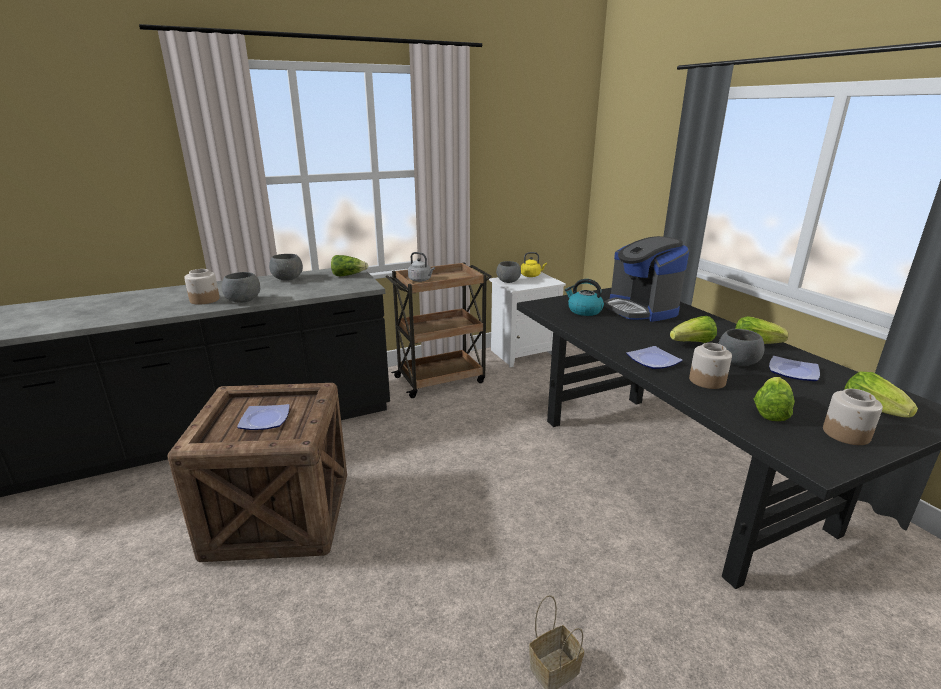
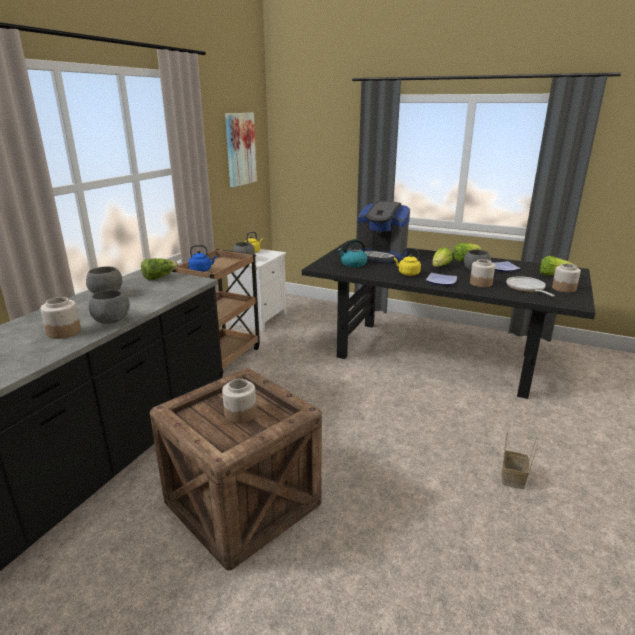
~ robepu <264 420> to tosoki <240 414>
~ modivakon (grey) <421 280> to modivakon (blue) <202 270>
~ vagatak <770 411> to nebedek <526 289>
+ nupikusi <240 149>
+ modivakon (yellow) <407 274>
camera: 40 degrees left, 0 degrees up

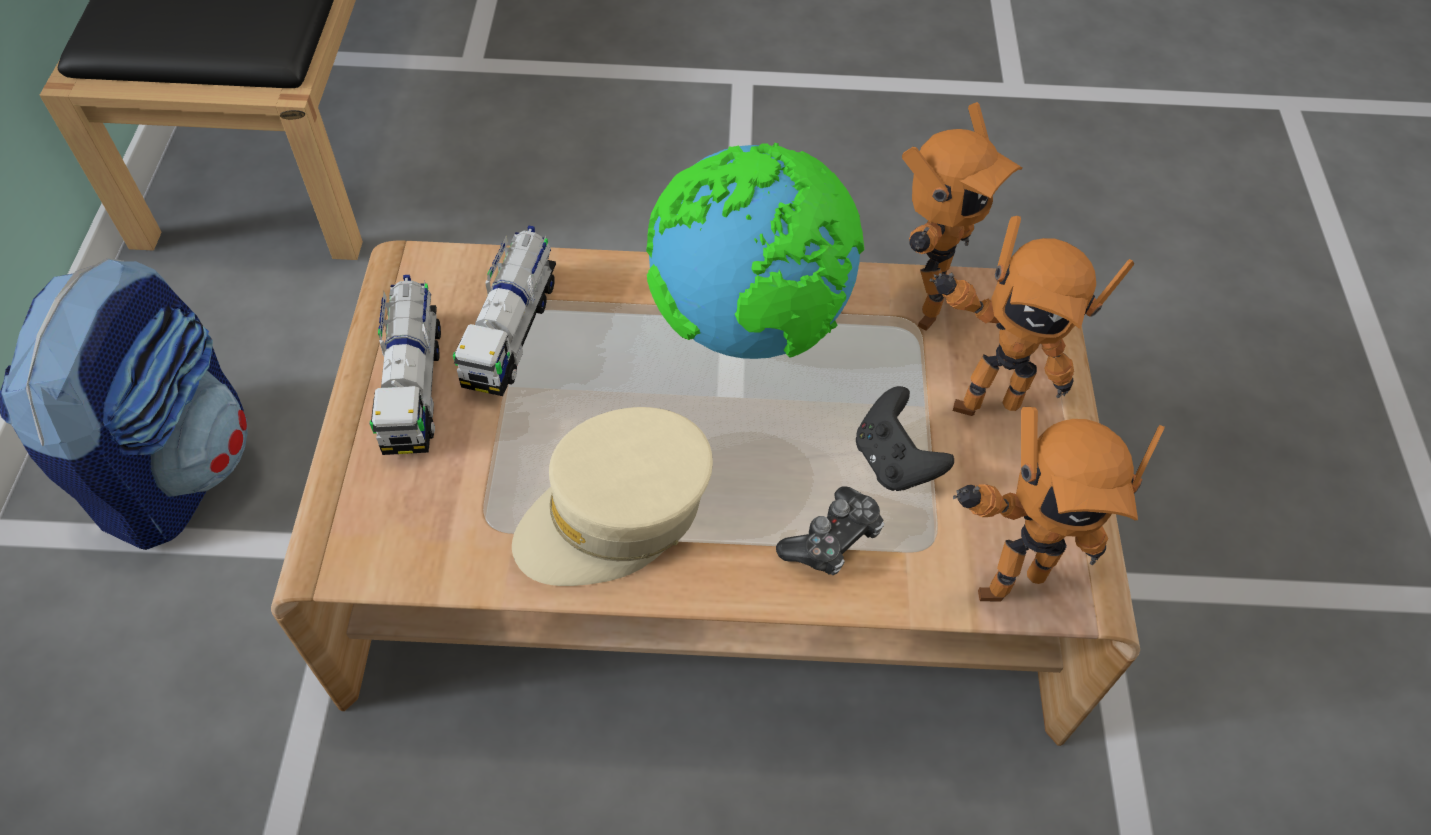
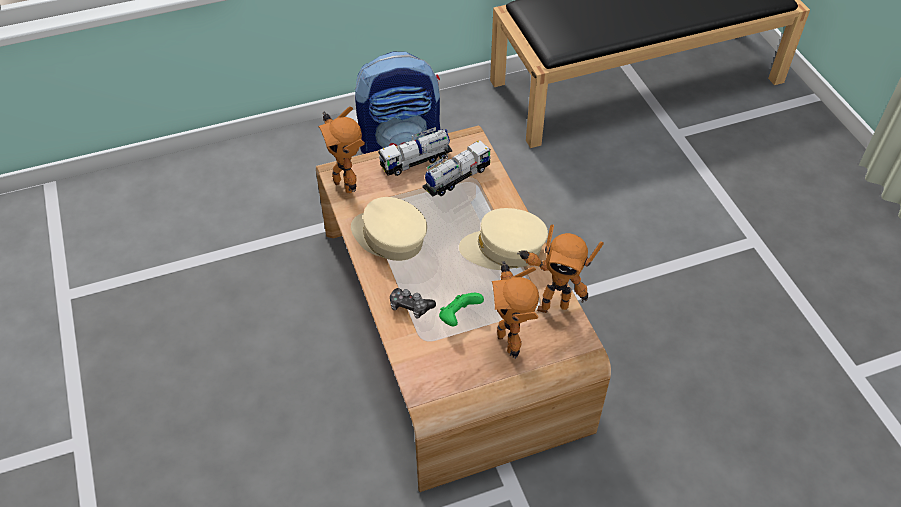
~ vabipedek <512 331> = <456 178> 150 degrees clockwise
~ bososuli <751 325> to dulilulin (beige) <503 249>
~ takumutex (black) <894 461> to takumutex (green) <458 317>
~ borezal <1005 576> to <346 184>
camera: 70 degrees right, 5 degrees down

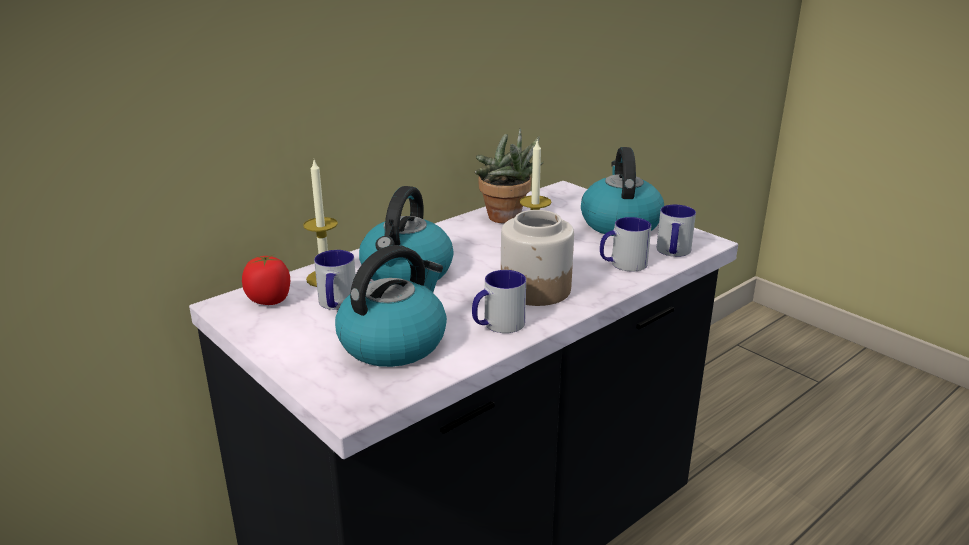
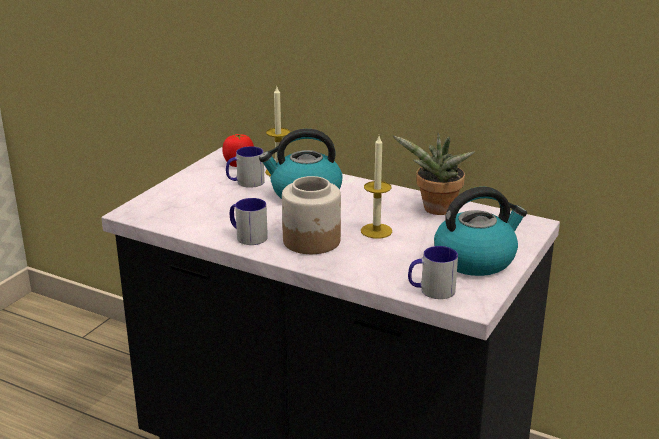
- modivakon <394 342>
- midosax <622 264>
camera: 70 degrees right, 0 degrees up

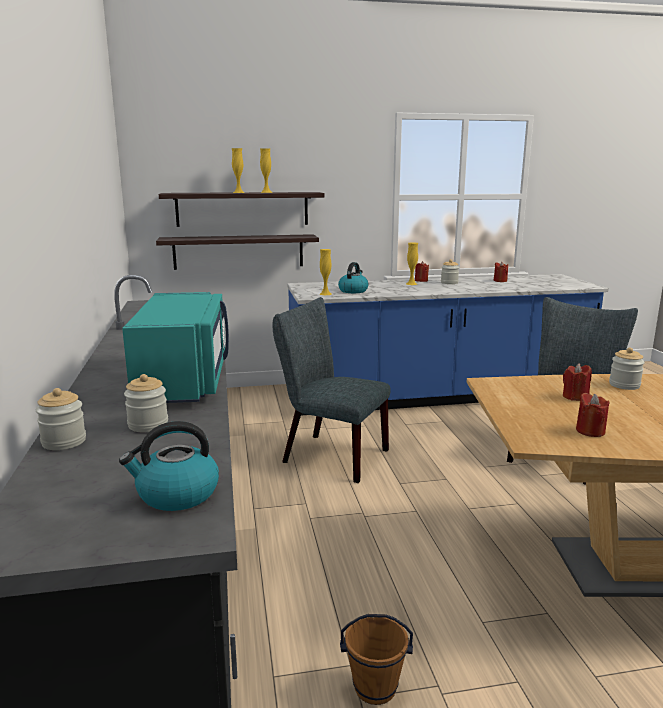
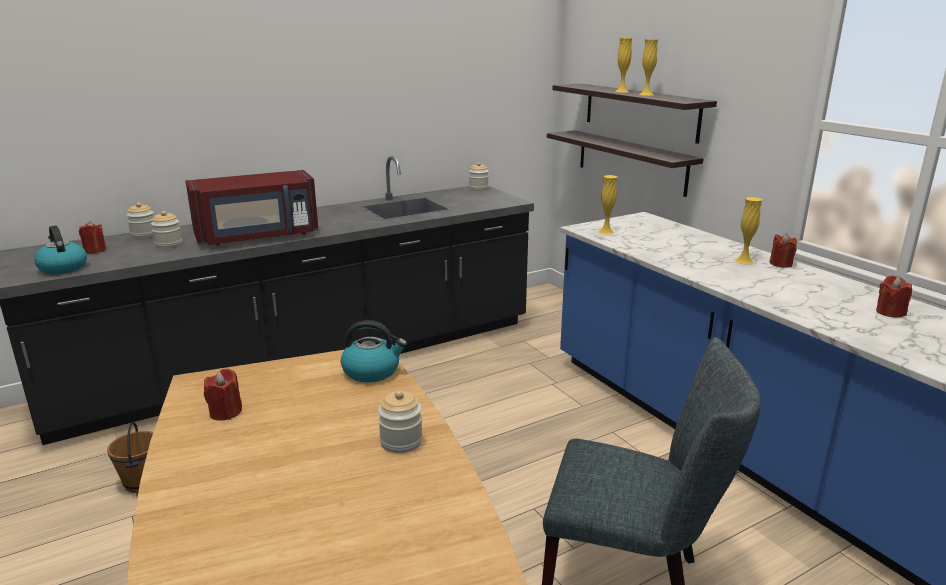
~ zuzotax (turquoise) <184 380> to zuzotax (red) <258 237>
- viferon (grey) <328 455>
~ modivakon <353 291> to <372 371>
~ tosoki <449 283> to <478 188>
~ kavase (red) <575 397> to <95 250>
camera: 70 degrees right, 5 degrees up

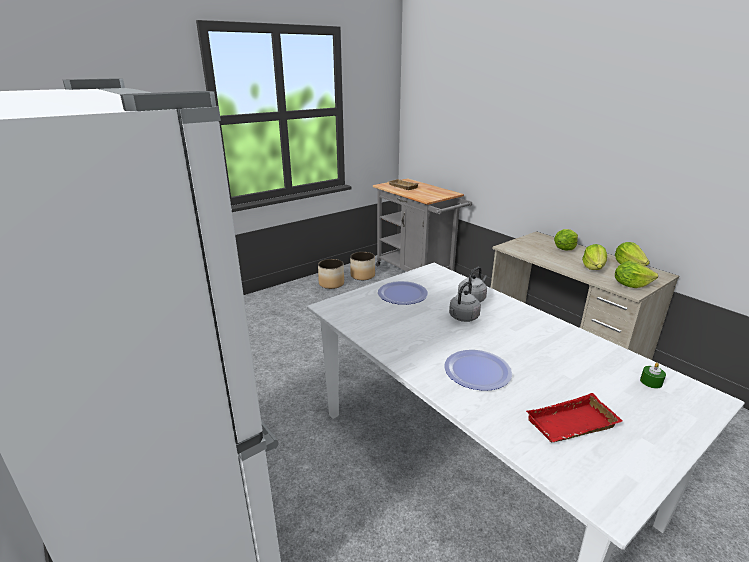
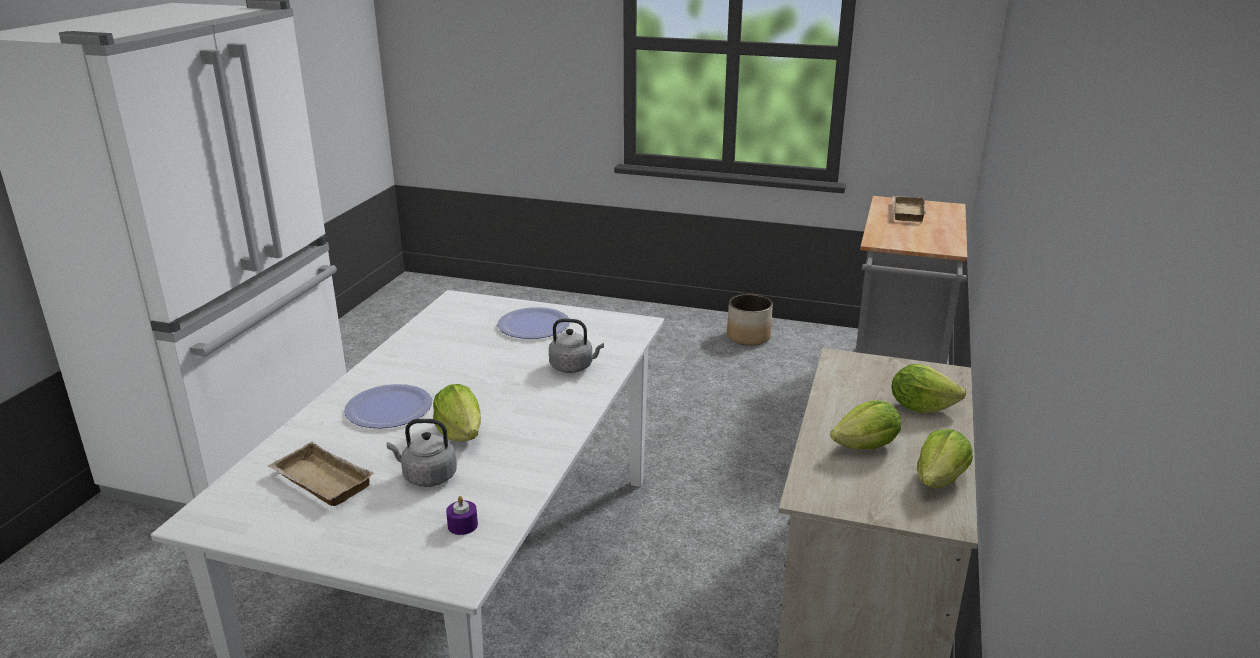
- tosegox <363 276>
~ modivakon (grey) <462 318> to <427 477>
~ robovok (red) <572 426> to robovok (beige) <319 482>
~ vagatak <630 285> to <460 433>
~ kavase (green) <651 382> to kavase (purple) <462 525>
camera: 55 degrees right, 0 degrees up

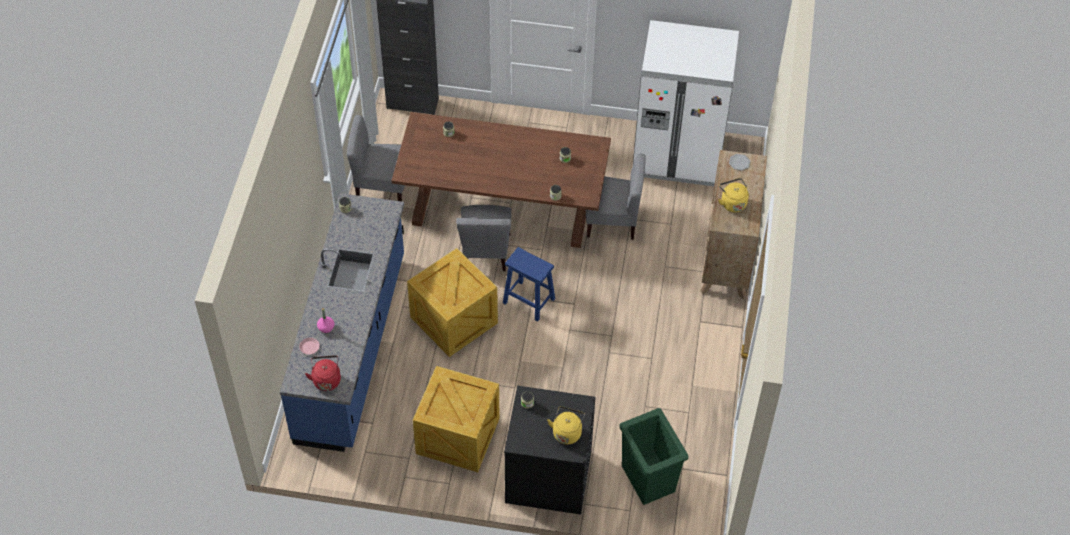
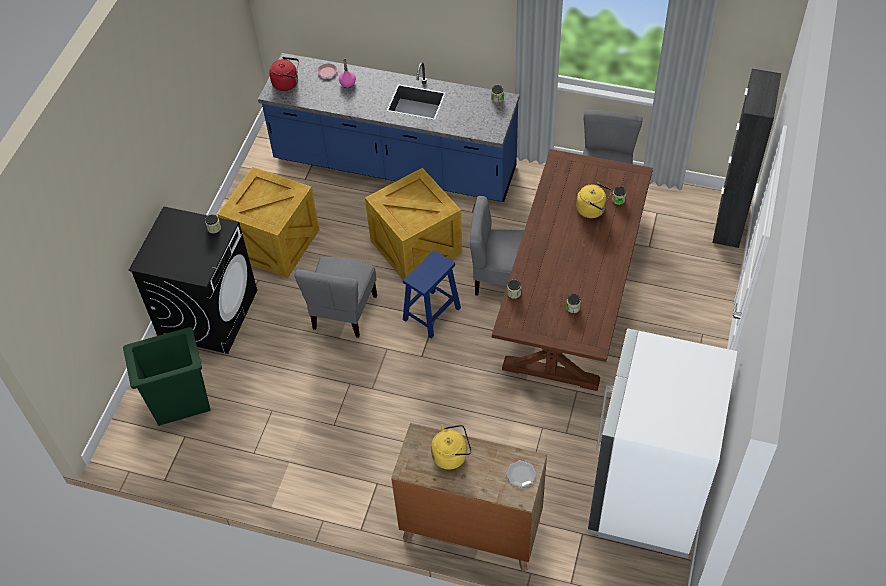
~ modivakon (yellow) <567 432> to <592 210>
~ viferon (grey) <612 221> to <343 312>
camera: 100 degrees right, 0 degrees up

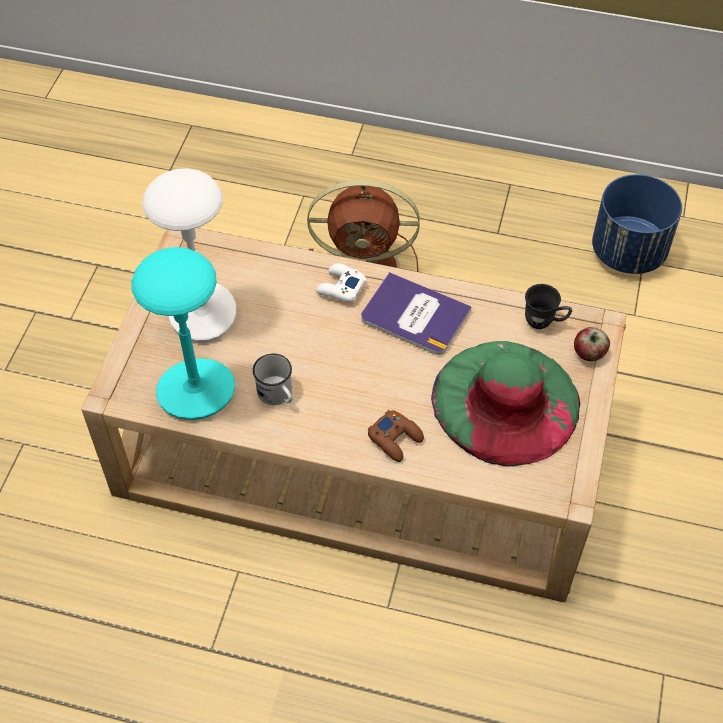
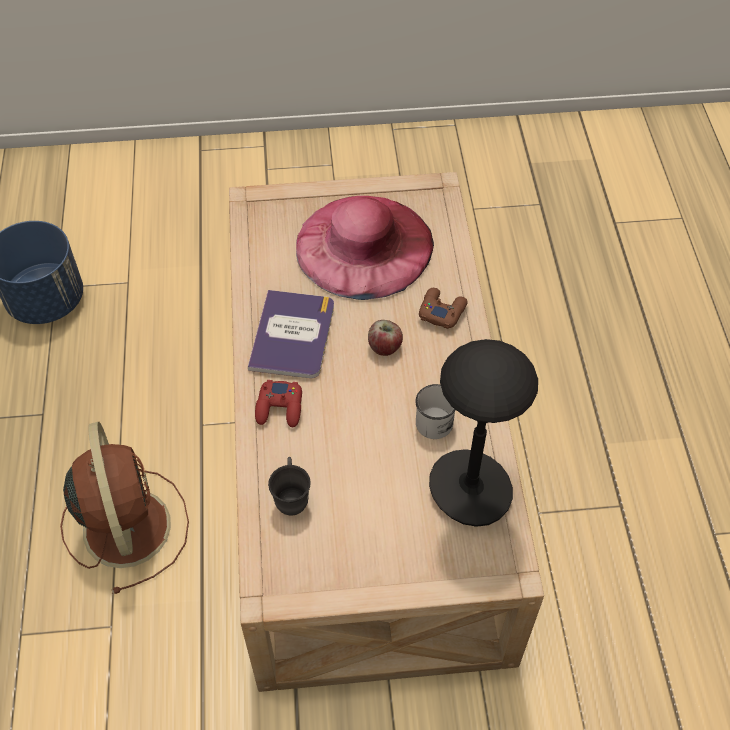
~ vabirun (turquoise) <196 392> to vabirun (black) <470 490>
- vabirun (white) <202 314>
~ takumutex (white) <340 287> to takumutex (red) <280 407>
~ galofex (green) <505 401> to galofex (pink) <364 245>
~ midosax (grey) <544 322> to <291 497>
~ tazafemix <588 354> to <385 347>
camera: 110 degrees left, 0 degrees up

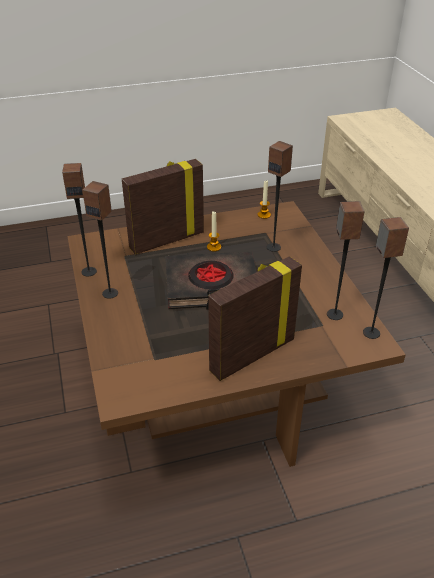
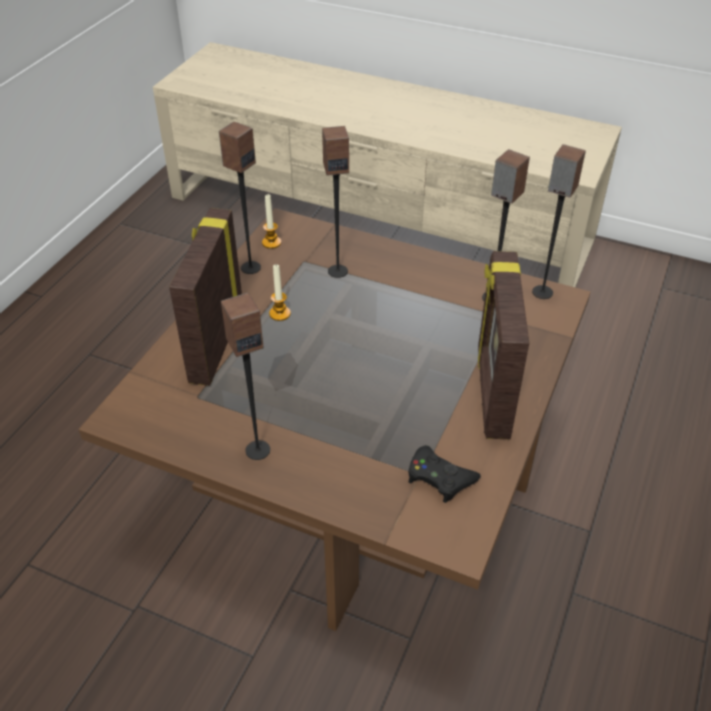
~ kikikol <89 271> to <250 267>
- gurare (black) <211 286>
+ takumutex (black) <439 478>
camera: 50 degrees left, 5 degrees up

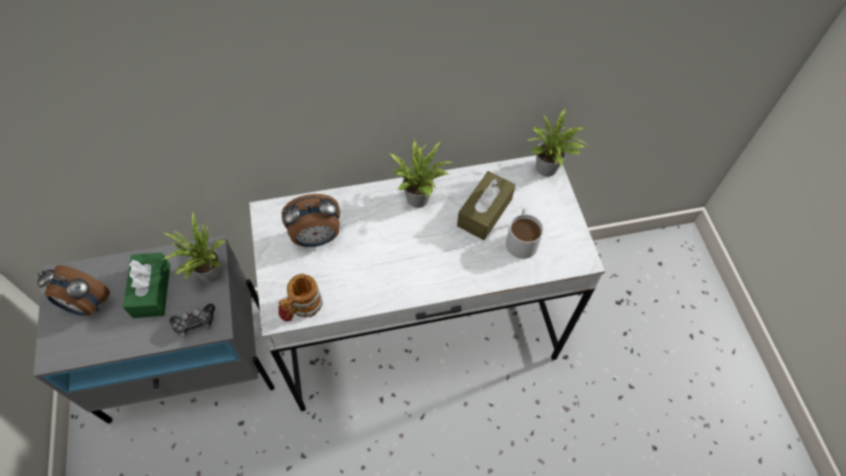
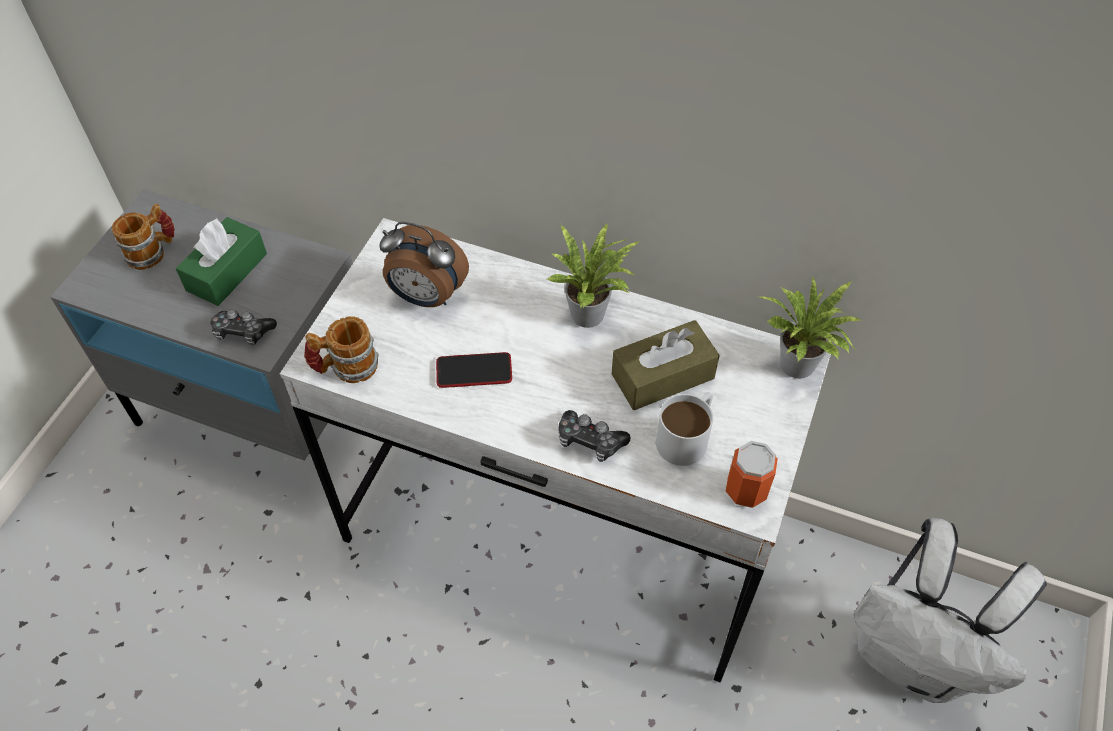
~ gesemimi <86 305> to midosax <153 252>
- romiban <207 273>
+ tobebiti <474 371>
+ takumutex <590 441>
+ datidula <746 490>
+ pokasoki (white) <912 658>
camera: 35 degrees right, 5 degrees down

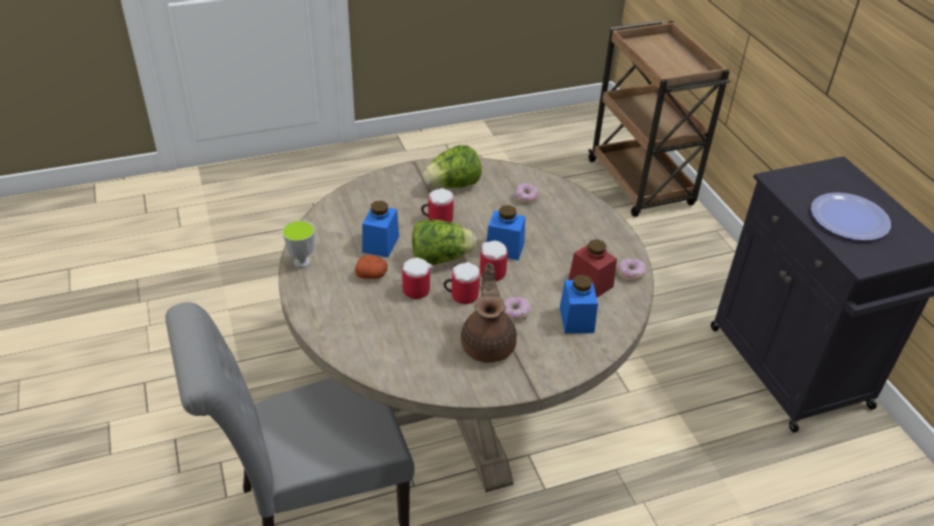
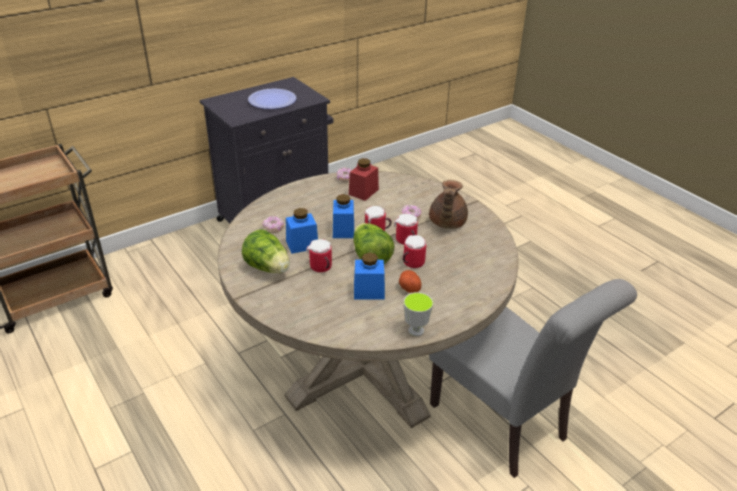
~ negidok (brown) <488 344> = <446 223> 60 degrees counterclockwise
~ tosoki (blue) <576 319> to <302 244>
camera: 105 degrees left, 5 degrees down

